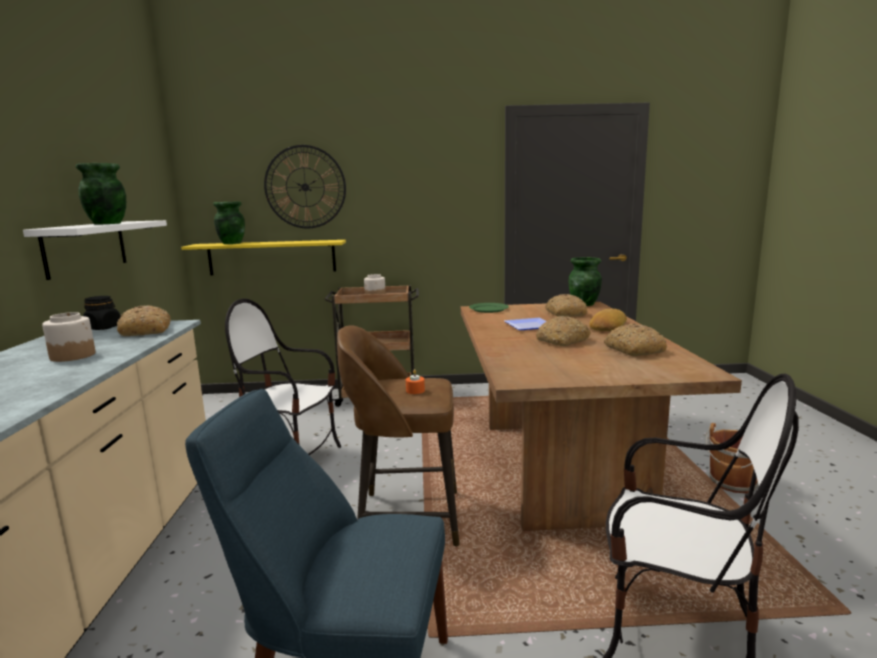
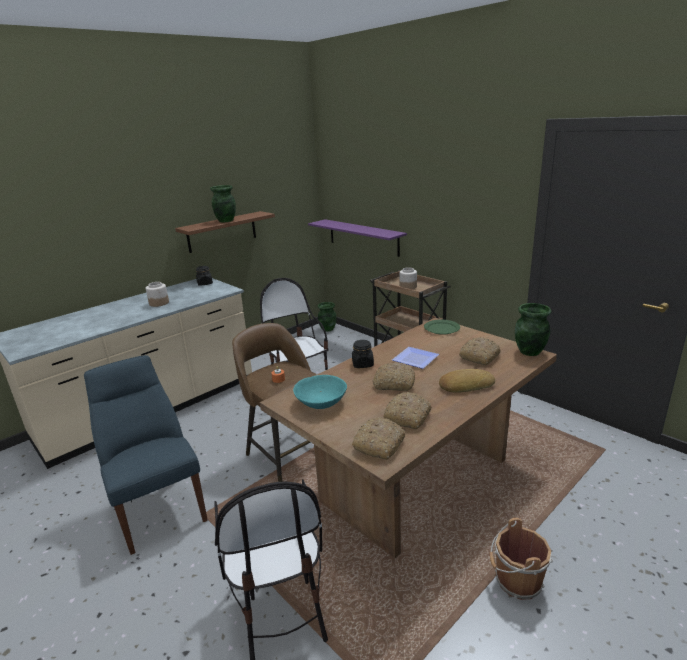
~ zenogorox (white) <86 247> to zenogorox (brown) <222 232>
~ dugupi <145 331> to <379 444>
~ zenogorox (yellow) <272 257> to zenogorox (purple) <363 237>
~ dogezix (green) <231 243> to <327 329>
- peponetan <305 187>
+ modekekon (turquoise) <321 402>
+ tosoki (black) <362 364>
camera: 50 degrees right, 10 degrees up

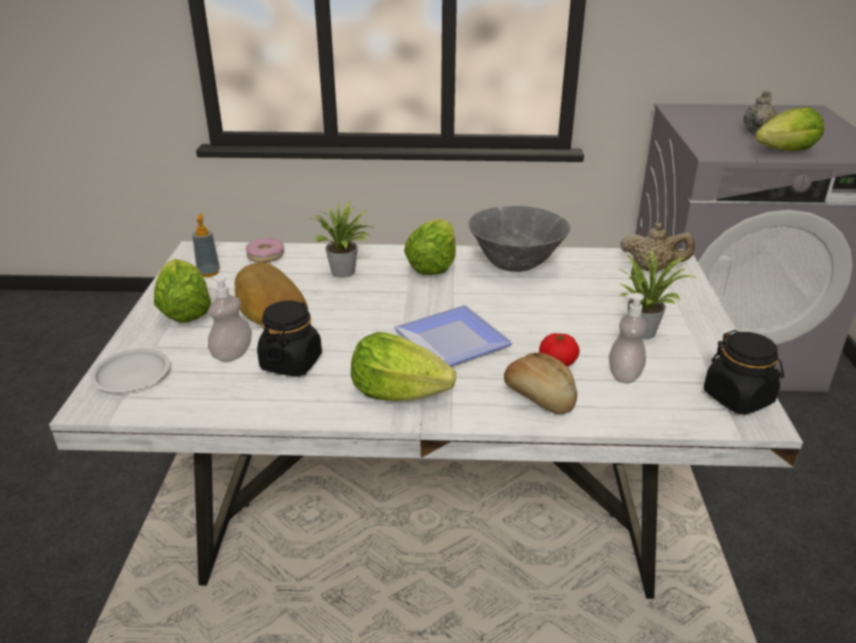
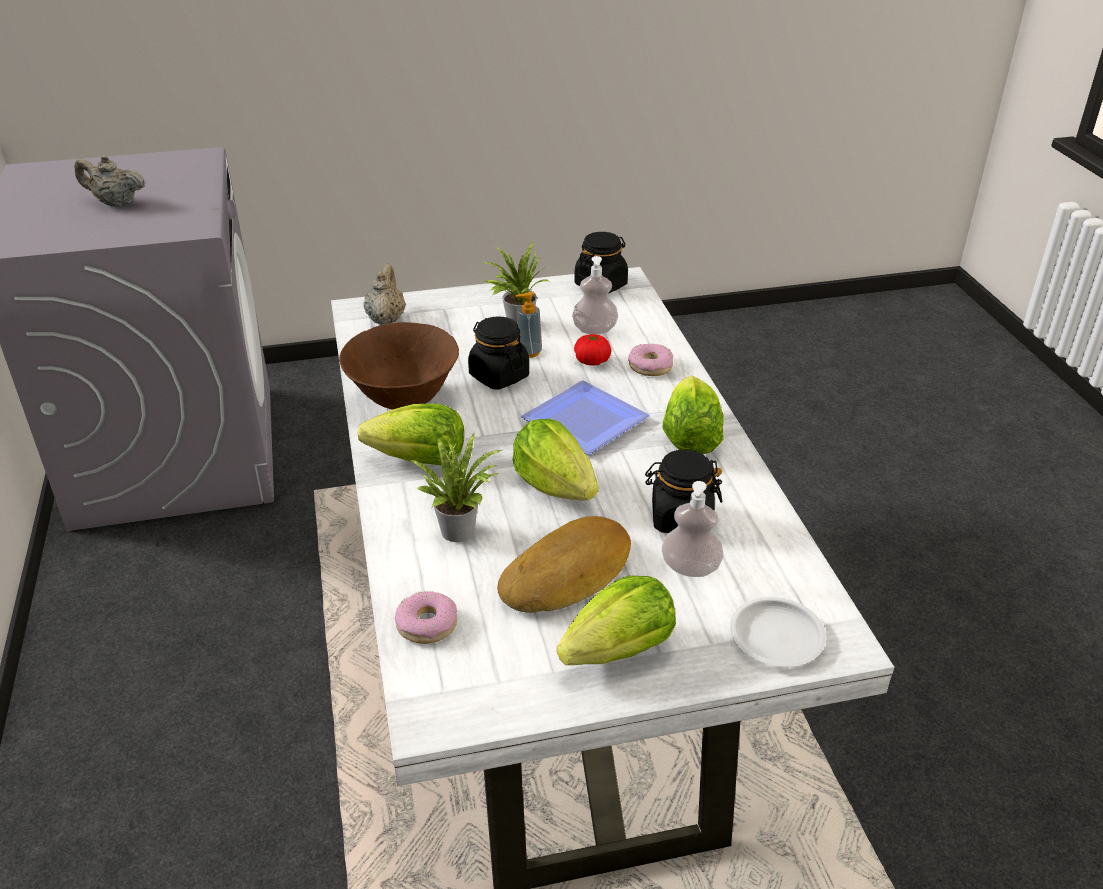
~ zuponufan <209 272> to <529 352>
~ modekekon (grey) <515 266> to modekekon (brown) <404 401>
~ dugupi <539 396> to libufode <650 366>
~ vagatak <786 151> to <555 485>
+ tosoki (black) <498 376>
camera: 105 degrees left, 5 degrees up

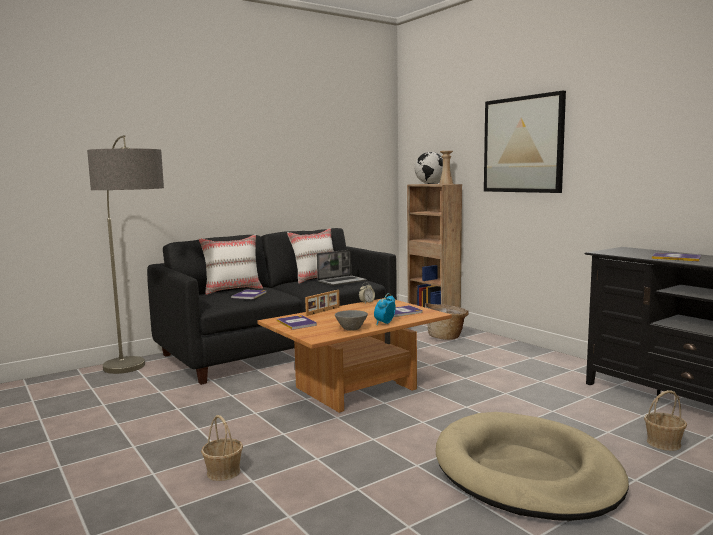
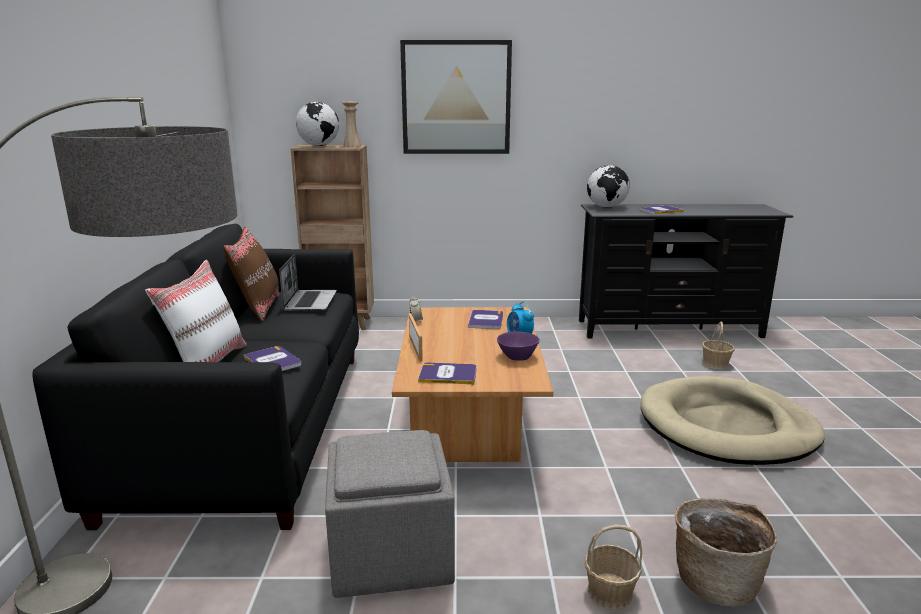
~ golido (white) <316 279> to golido (brown) <258 307>
~ modekekon (grey) <352 328> to modekekon (purple) <517 356>
~ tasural <446 337> to <716 580>
+ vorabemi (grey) <389 553>
+ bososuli <606 207>
camera: 55 degrees left, 10 degrees up

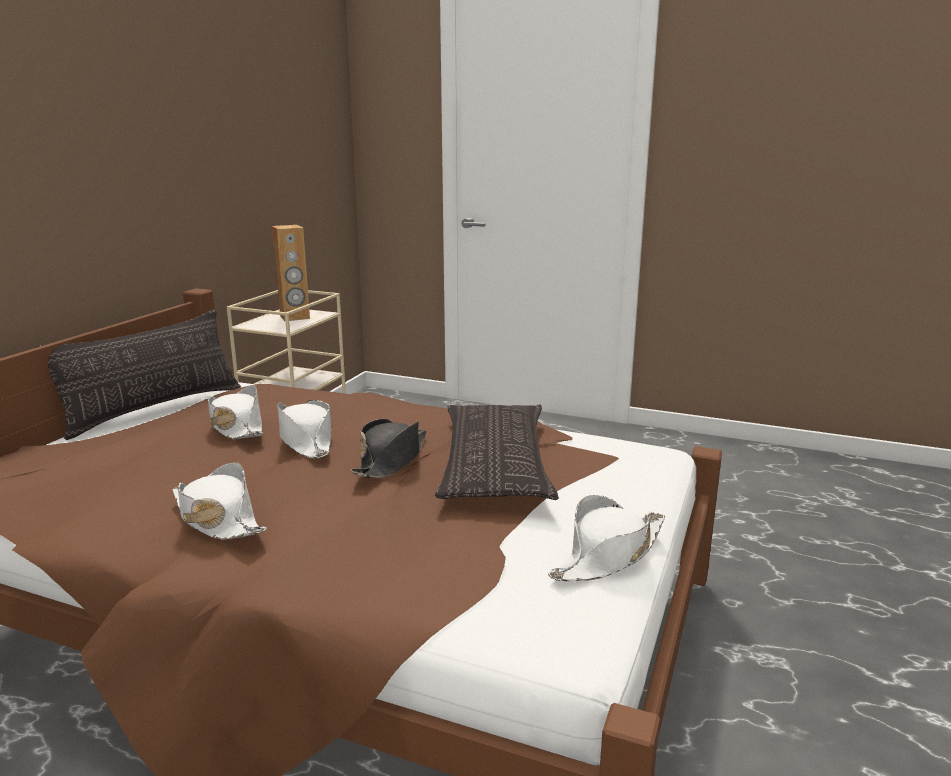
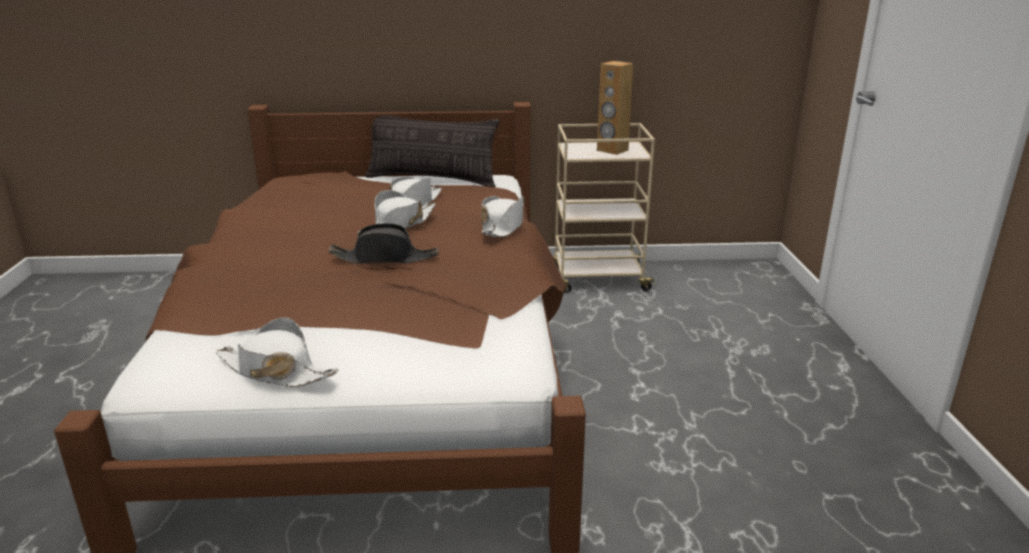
~ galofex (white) <217 519> to <503 226>
- golido <495 463>
camera: 65 degrees right, 5 degrees up

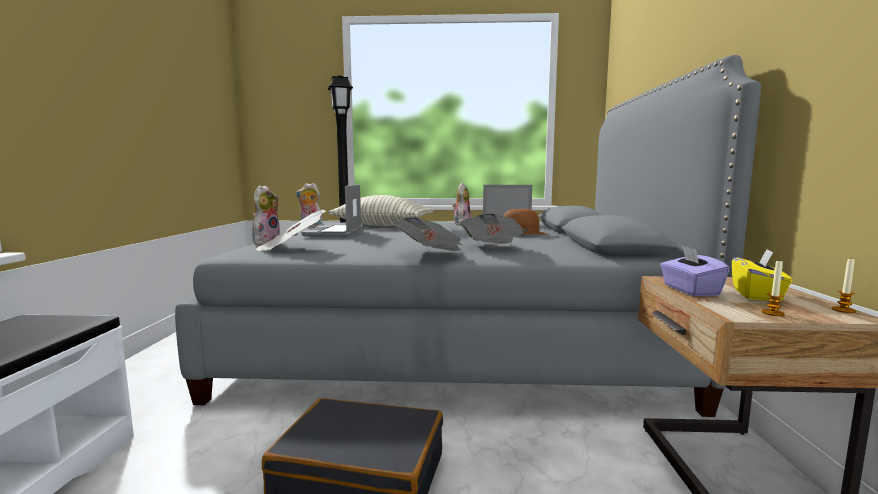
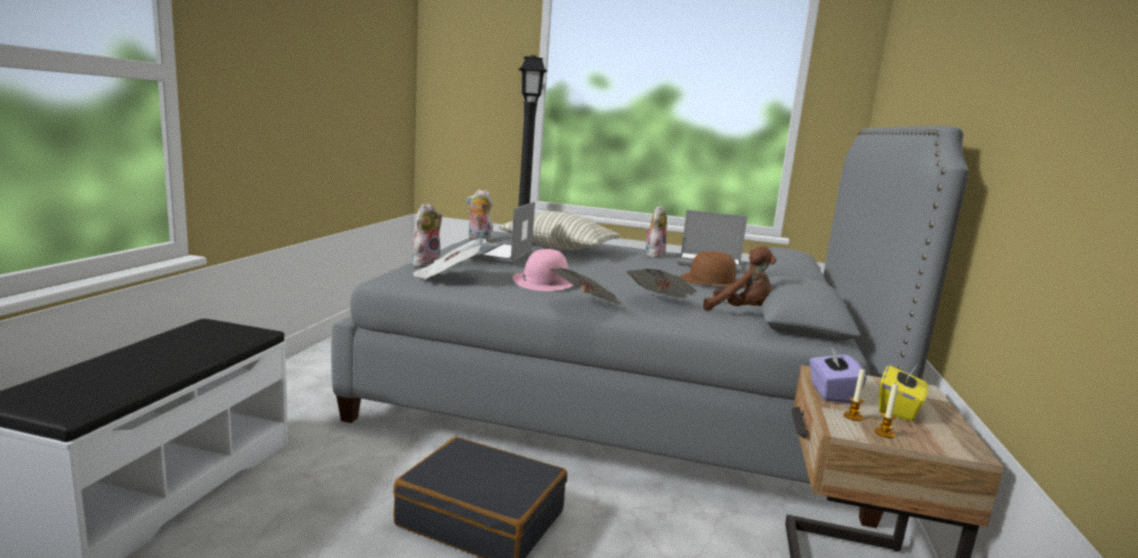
~ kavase <843 310> to <853 417>
+ galofex (pink) <545 282>
+ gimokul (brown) <740 312>
camera: 10 degrees right, 5 degrees up

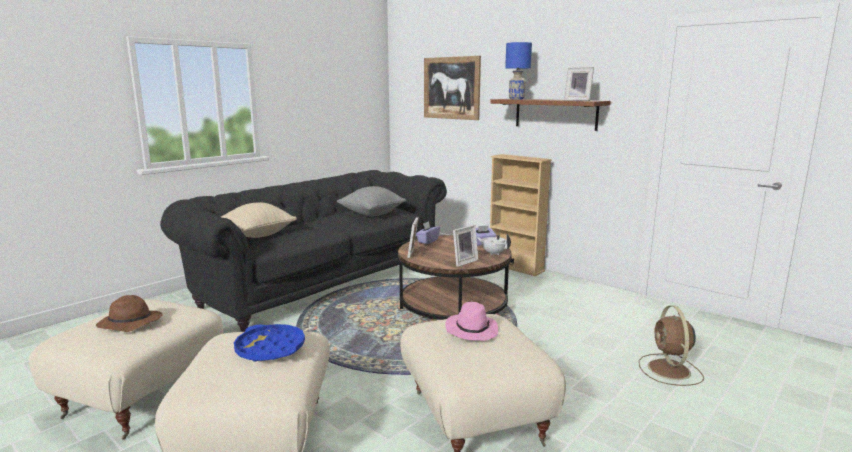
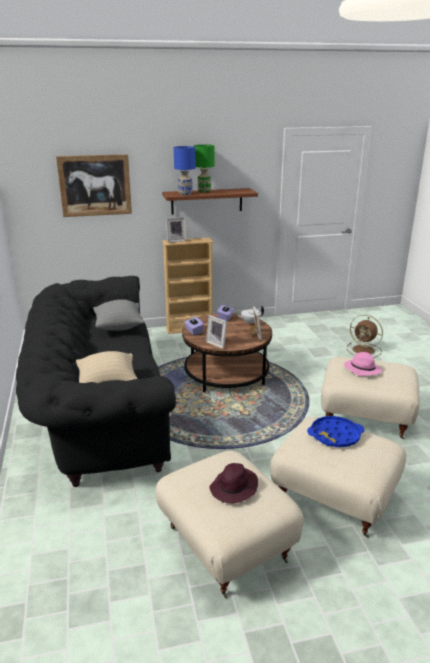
~ galofex (brown) <129 323> to galofex (purple) <234 488>
~ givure <578 100> to <176 241>
+ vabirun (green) <204 191>
camera: 55 degrees left, 10 degrees up

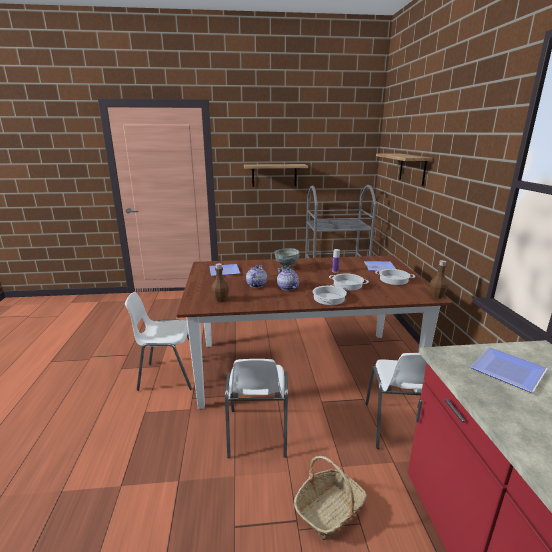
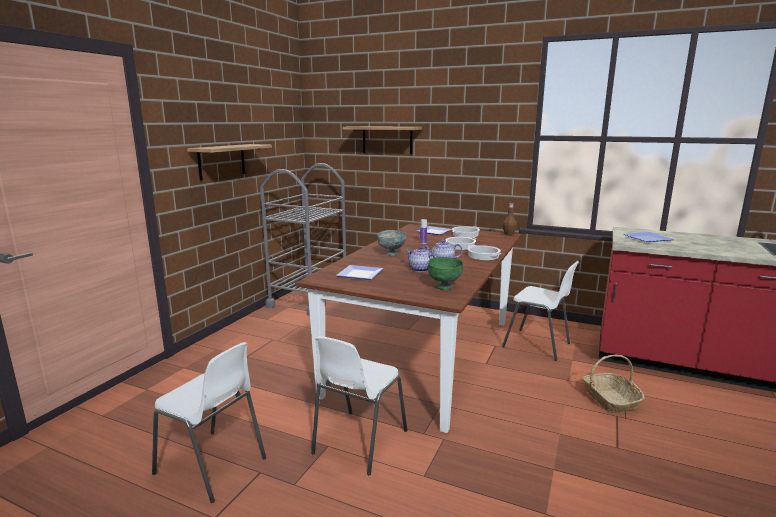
~ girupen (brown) <220 300> to modekekon (green) <444 287>
~ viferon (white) <257 434> to <213 466>
camera: 60 degrees left, 5 degrees down

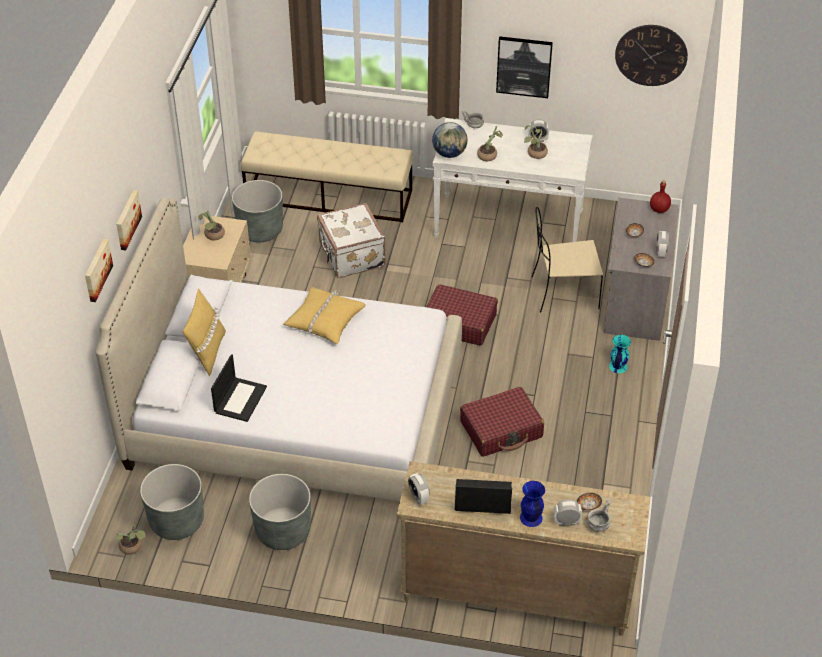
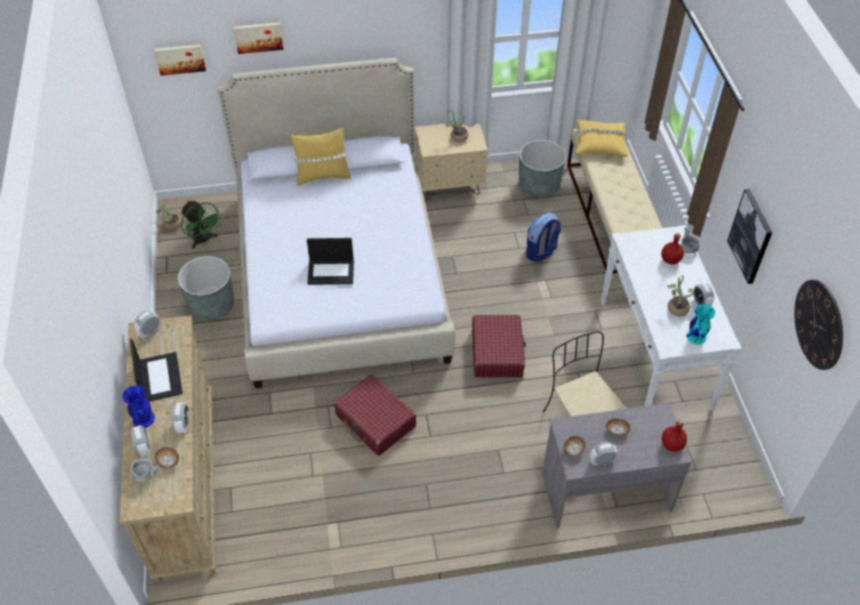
~ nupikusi <127 219> to <180 58>
~ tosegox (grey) <176 521> to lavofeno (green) <203 240>
~ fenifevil <240 399> to <331 271>
~ golido (yellow) <325 320> to <600 143>
~ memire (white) <351 256> to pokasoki <541 252>
- bososuli <449 154>
- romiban <489 156>
~ dogezix (turquoise) <617 366> to <696 336>
+ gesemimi <183 424>
+ girupen (red) <670 259>
camera: 70 degrees right, 5 degrees up

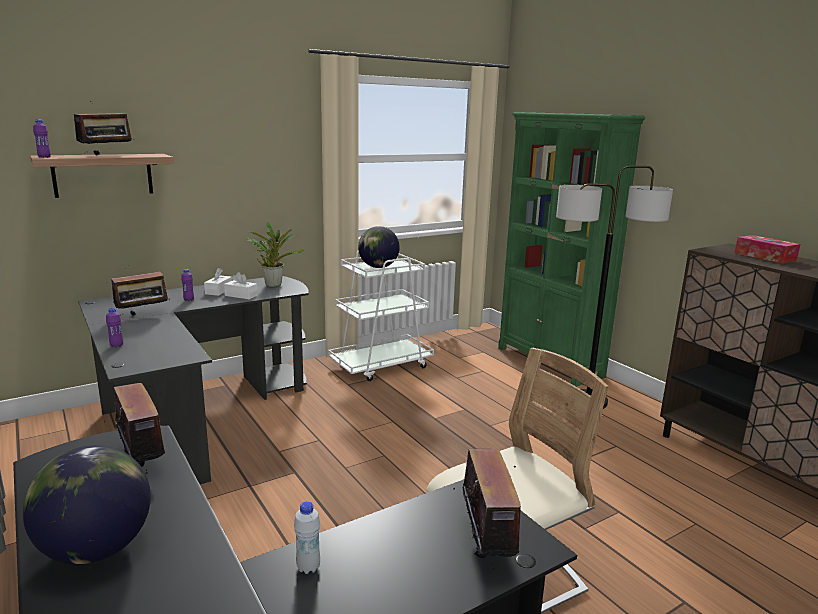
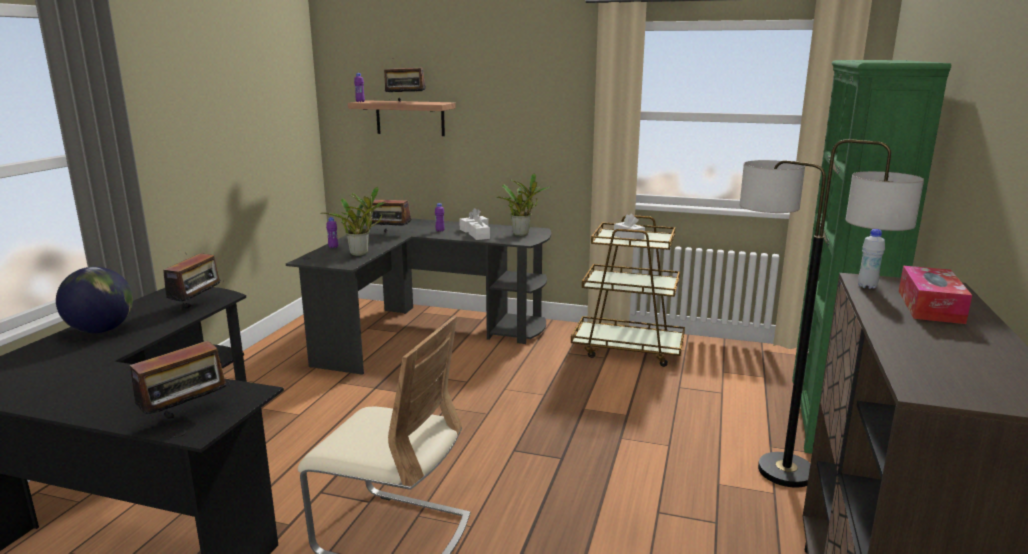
~ girupen (white) <308 567> to <867 286>
~ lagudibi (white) <381 365> to lagudibi (brown) <628 349>
~ bososuli <378 267> to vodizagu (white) <628 237>
+ romiban <361 253>
camera: 50 degrees right, 0 degrees up

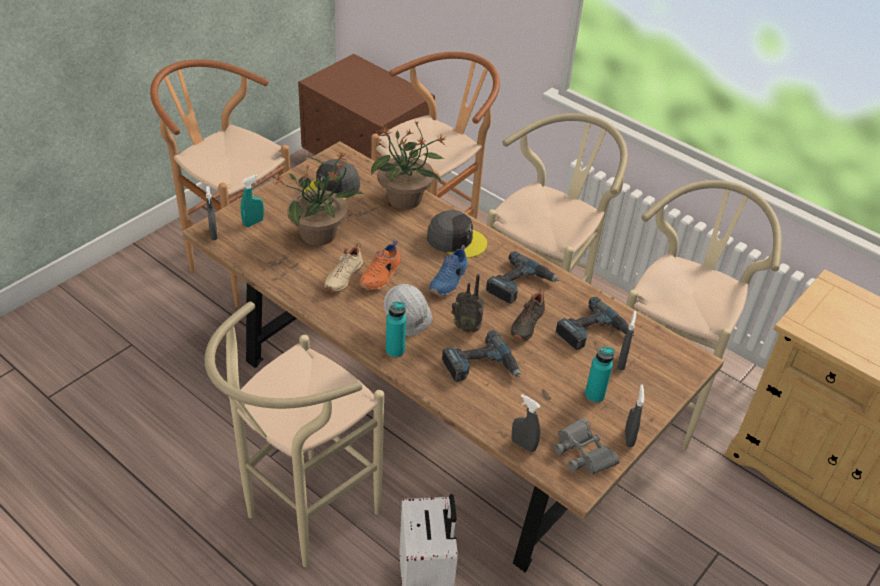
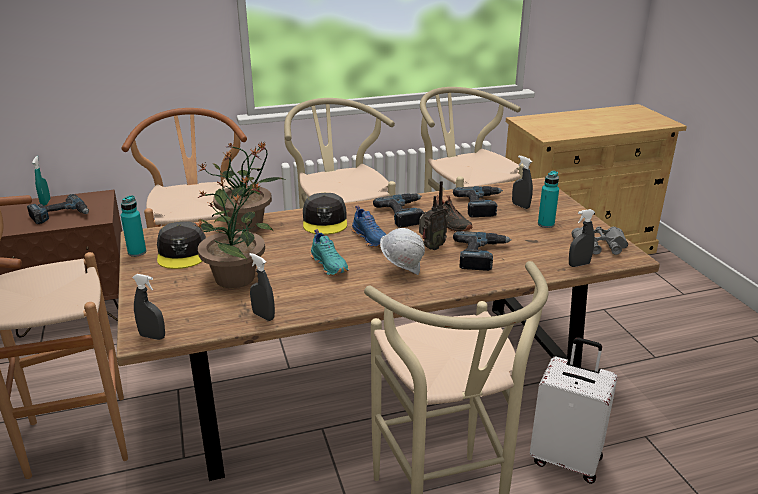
~ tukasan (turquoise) <253 222> to <45 202>
- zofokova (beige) <342 277>
~ zofokova (orange) <381 276> to zofokova (turquoise) <330 265>
~ girupen (turquoise) <395 350> to <137 252>
~ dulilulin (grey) <456 240> = <325 221> 120 degrees clockwise
~ tukasan (grey) <629 438> to <263 316>
+ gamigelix <60 215>
camera: 55 degrees left, 15 degrees down

